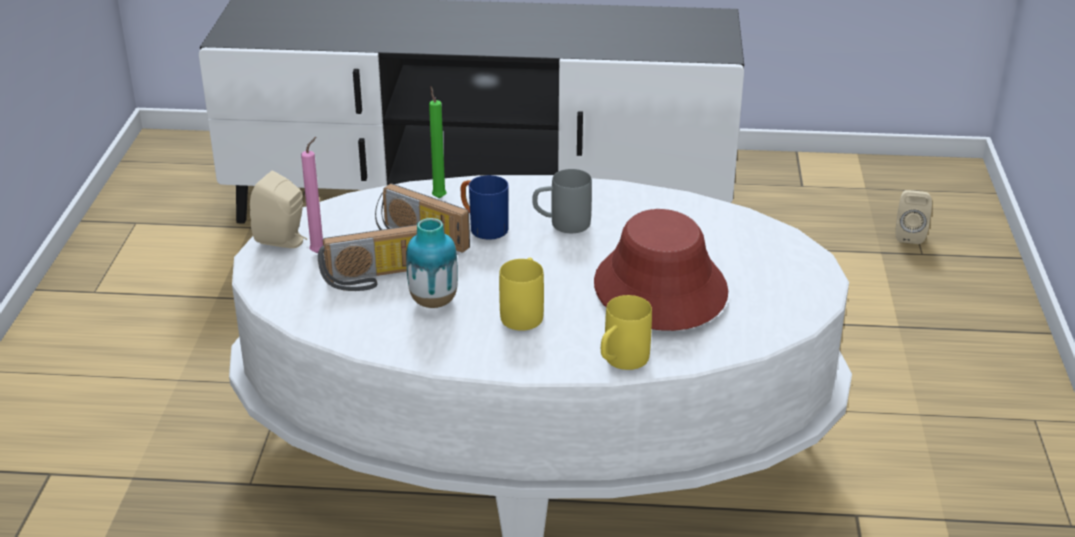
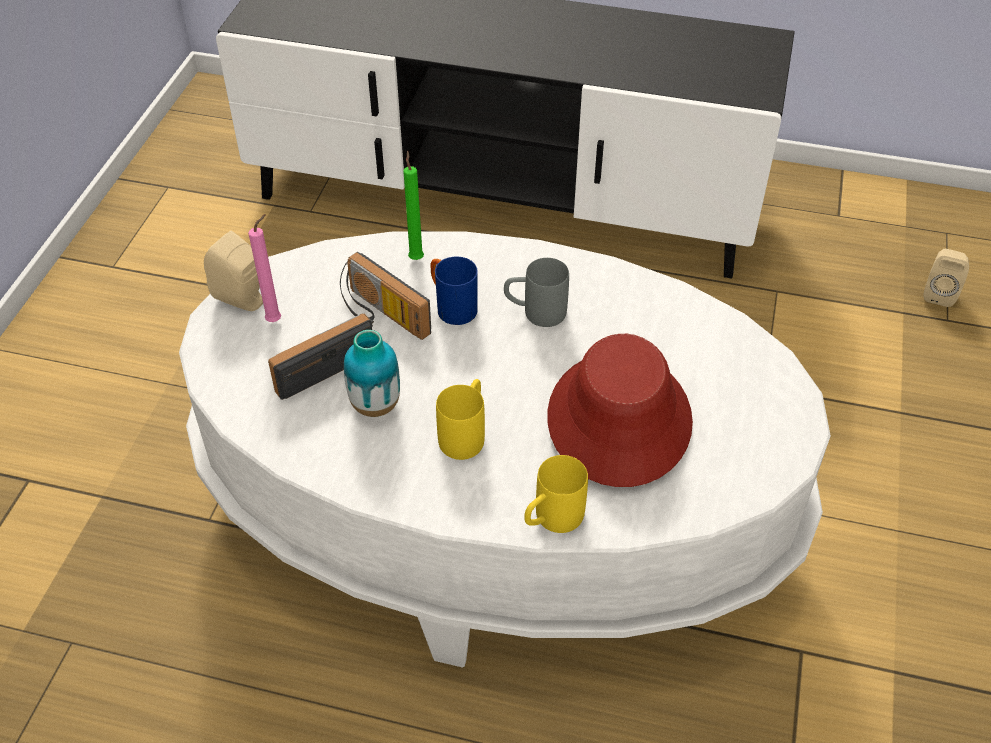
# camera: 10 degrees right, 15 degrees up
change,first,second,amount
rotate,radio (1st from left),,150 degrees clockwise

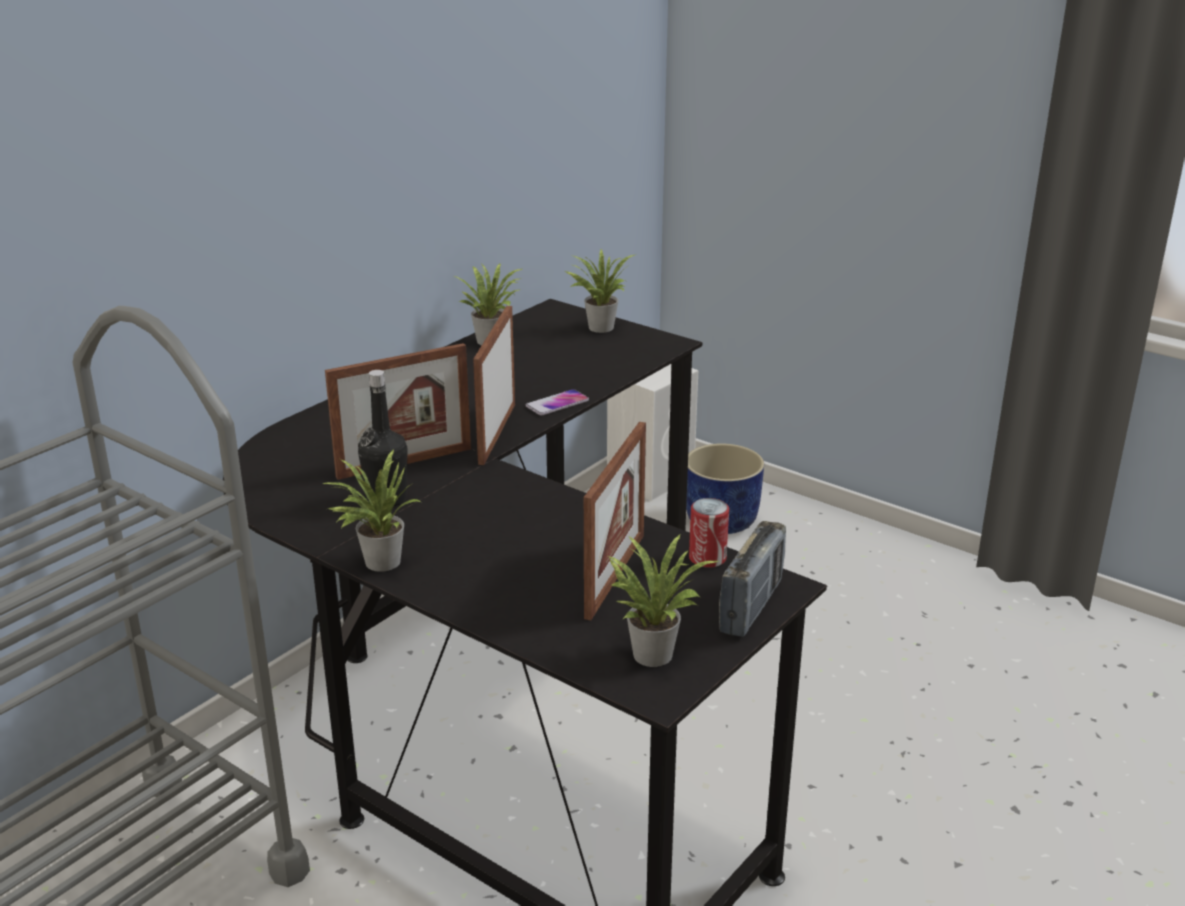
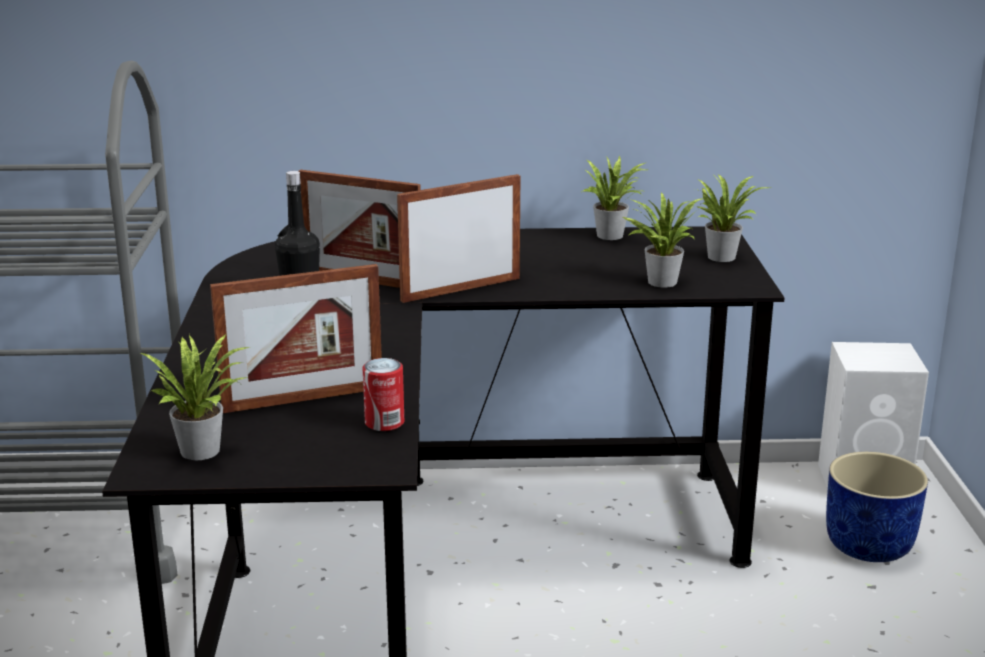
# camera: 50 degrees right, 5 degrees down
change,first,second,amount
move,plante en pot (1st from left in the first image),plante en pot (3rd from left),
delete,téléphone,,
delete,radio,,

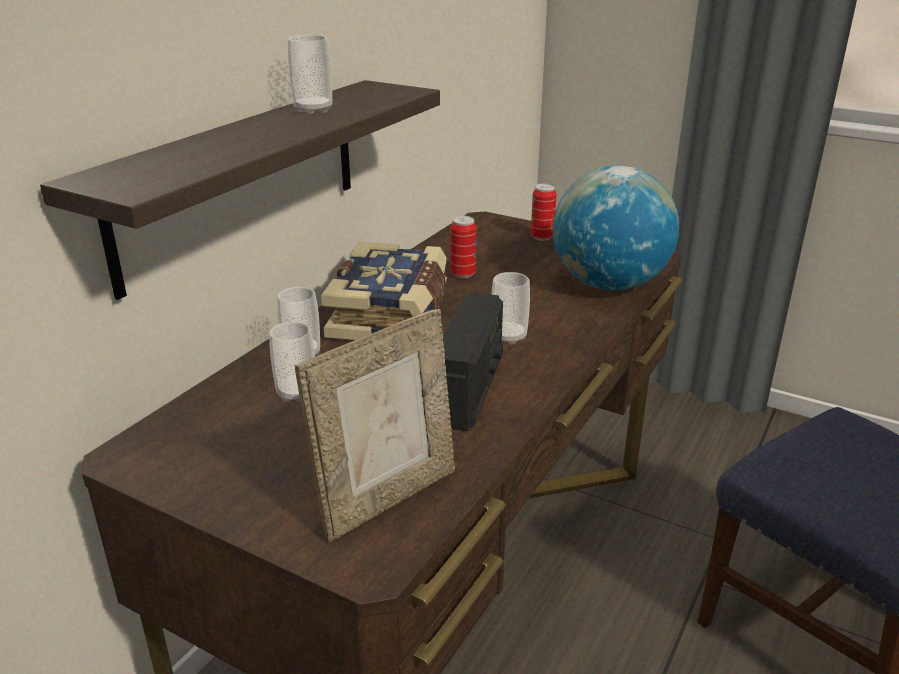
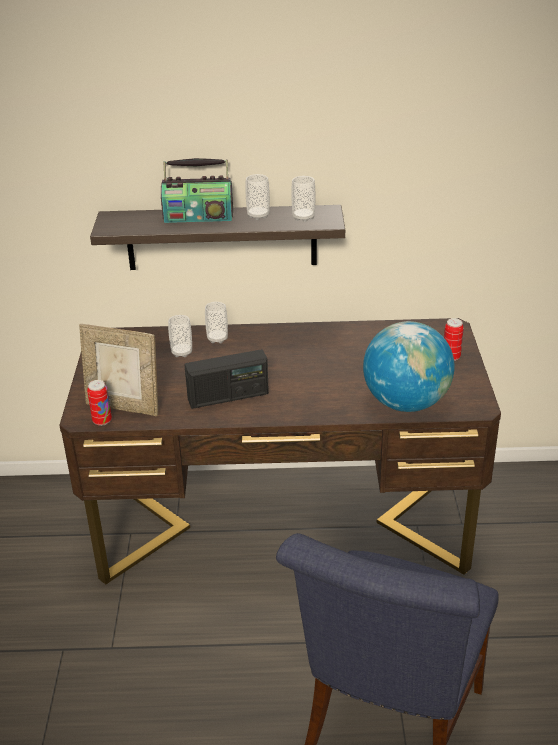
# camera: 60 degrees right, 5 degrees up
change,first,second,amount
delete,livre,,
move,boîte métallique (1st from left),,
move,tasse (4th from left),,
insert,,radio (1st from left),

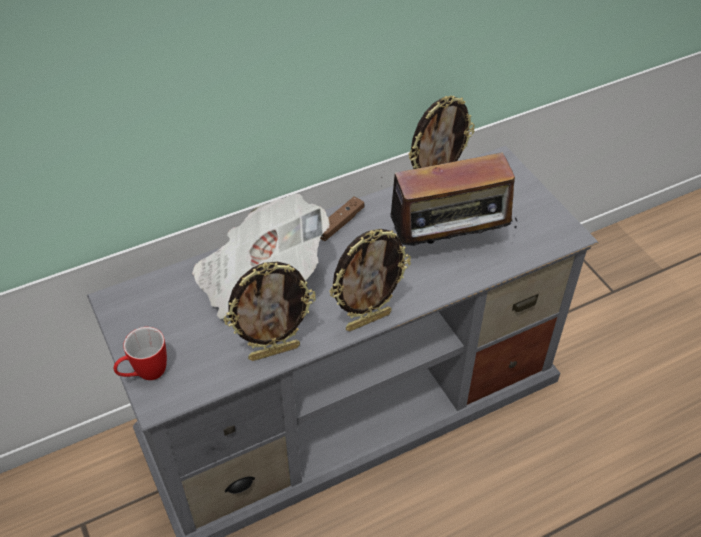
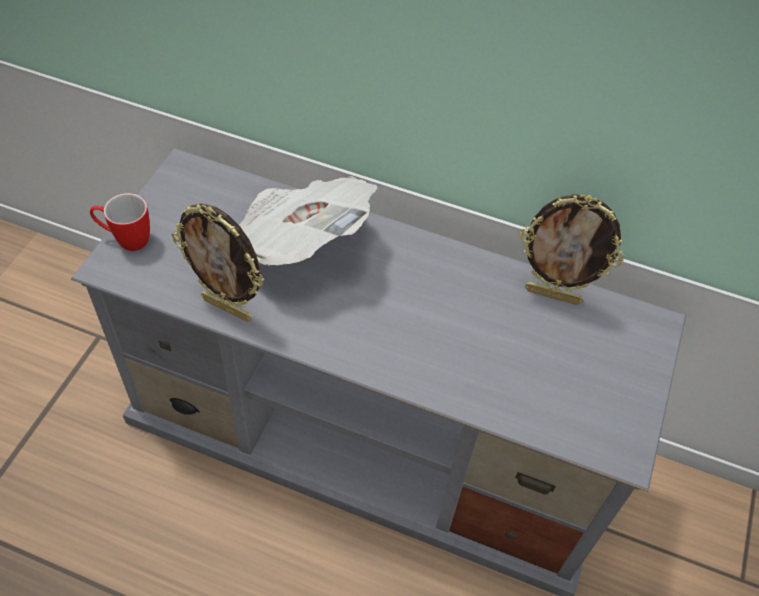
# camera: 45 degrees right, 5 degrees up
change,first,second,amount
delete,manette (marron),,
delete,cadre photo (2nd from left),,
delete,radio,,

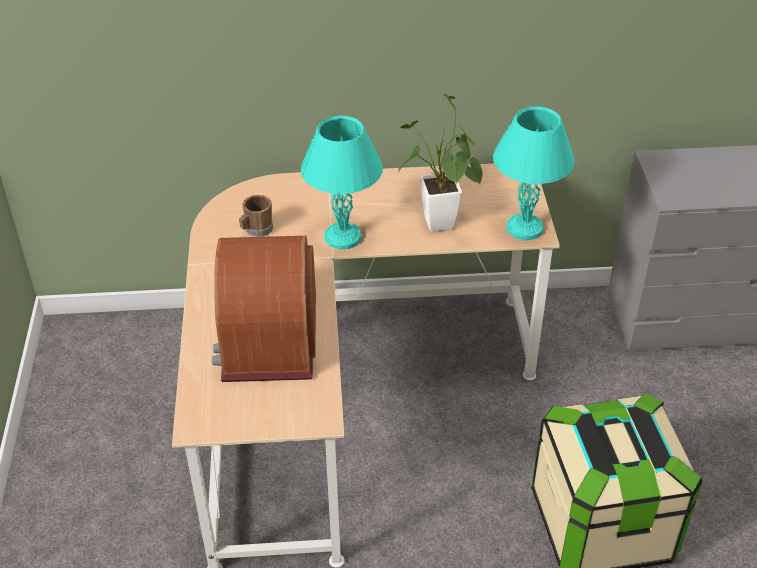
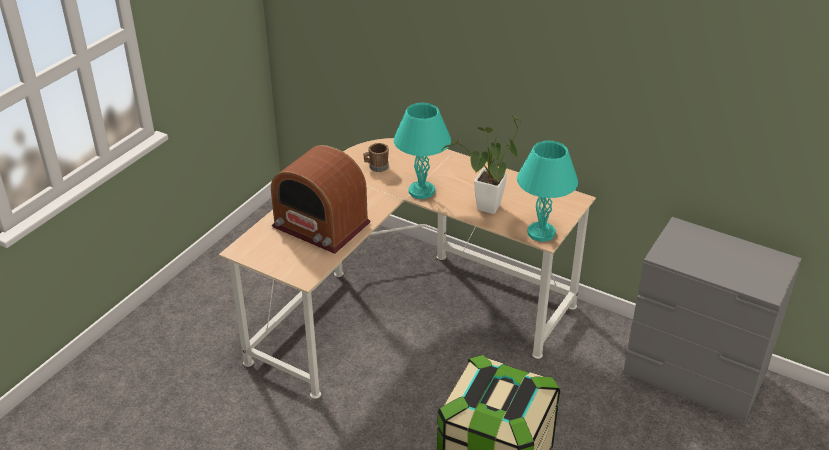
# camera: 35 degrees right, 5 degrees down
change,first,second,amount
rotate,radio,,90 degrees counterclockwise

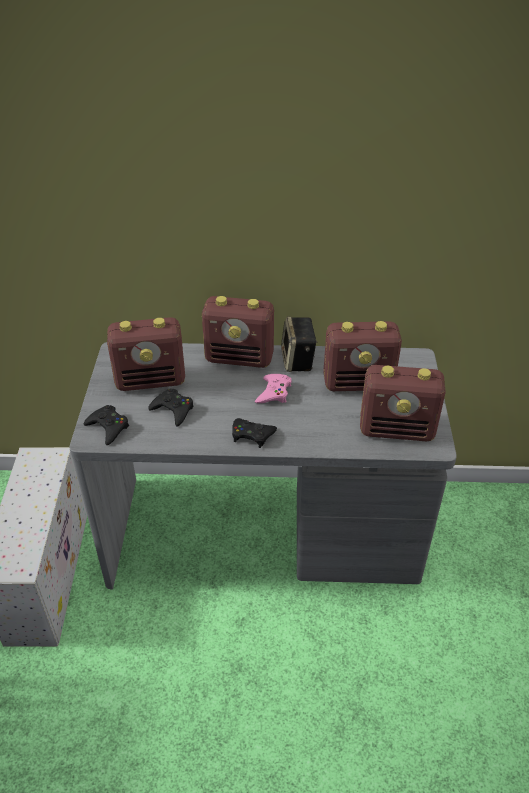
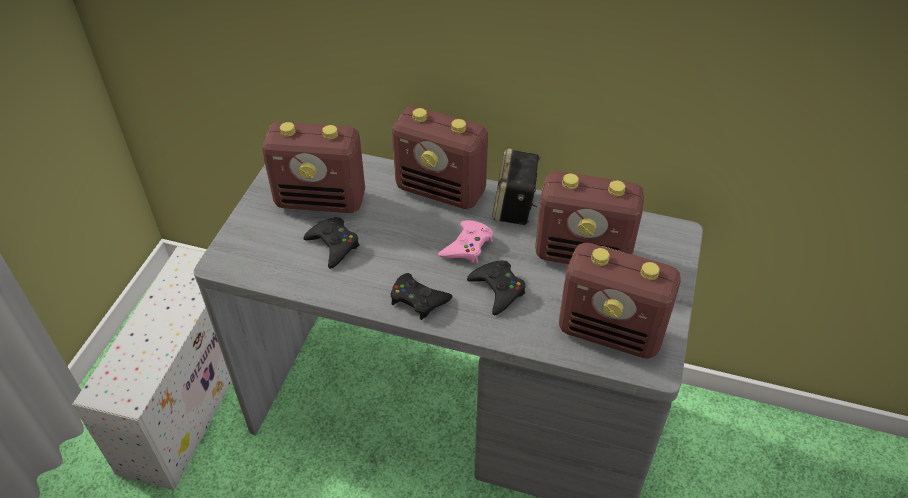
# camera: 15 degrees right, 5 degrees up
change,first,second,amount
move,manette (noir) (1st from left in the first image),manette (noir) (3rd from left),

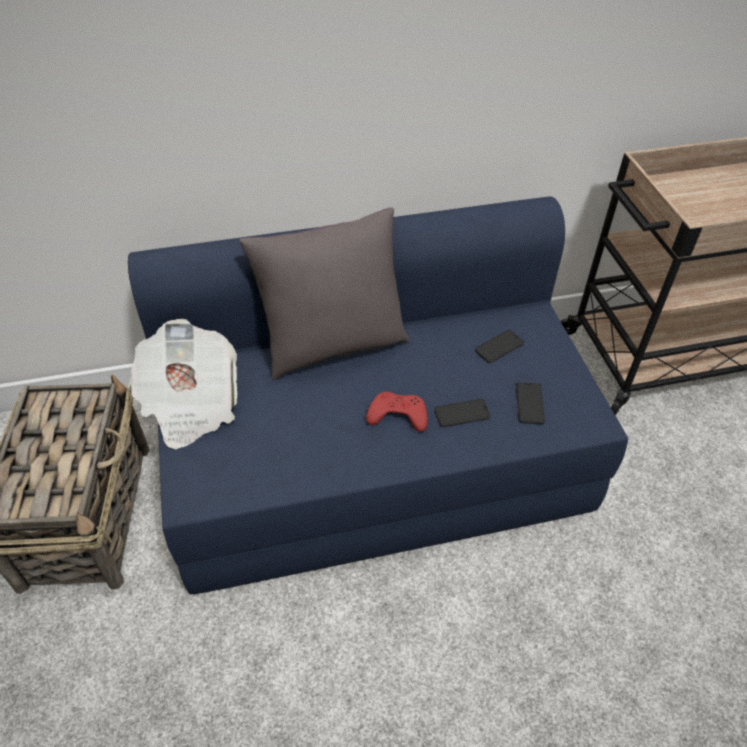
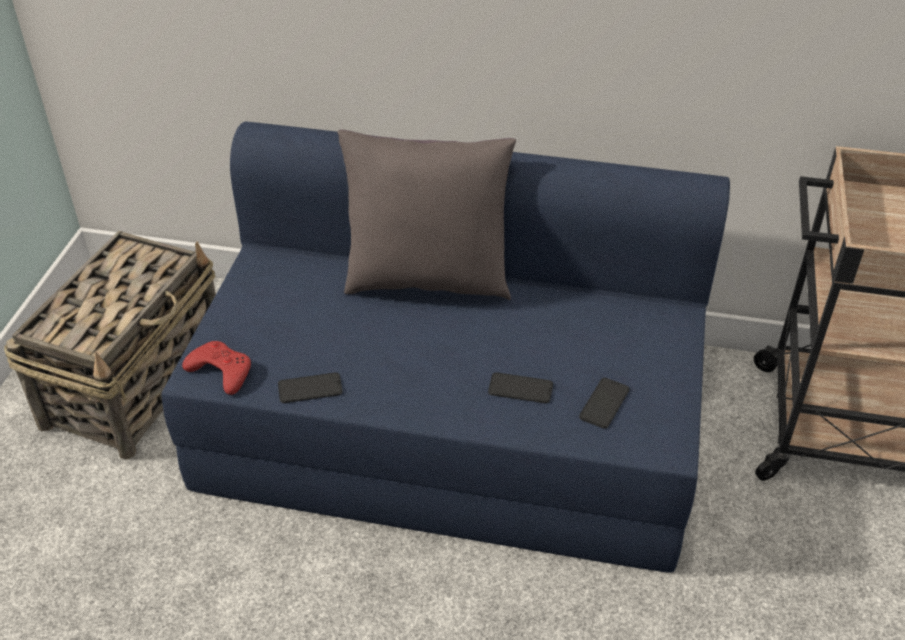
# camera: 25 degrees right, 5 degrees down
change,first,second,amount
delete,journal,,
move,manette (rouge),,
move,téléphone (2nd from left in the first image),téléphone (1st from left),

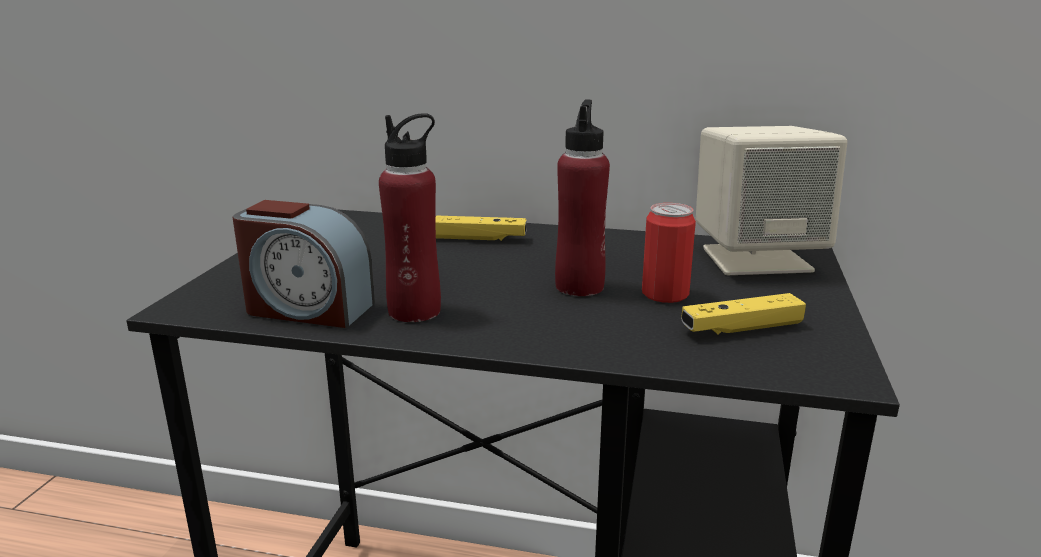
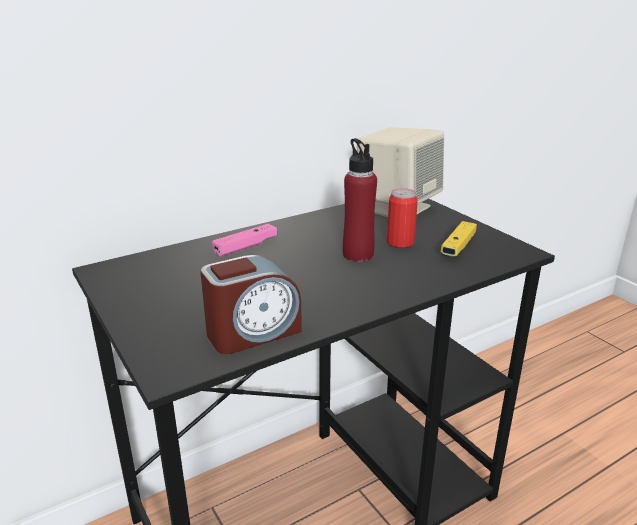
# camera: 45 degrees left, 5 degrees up
change,first,second,amount
delete,bouteille (rouge) (1st from left),,
recolor,manette (jaune) (1st from left),manette (rose),

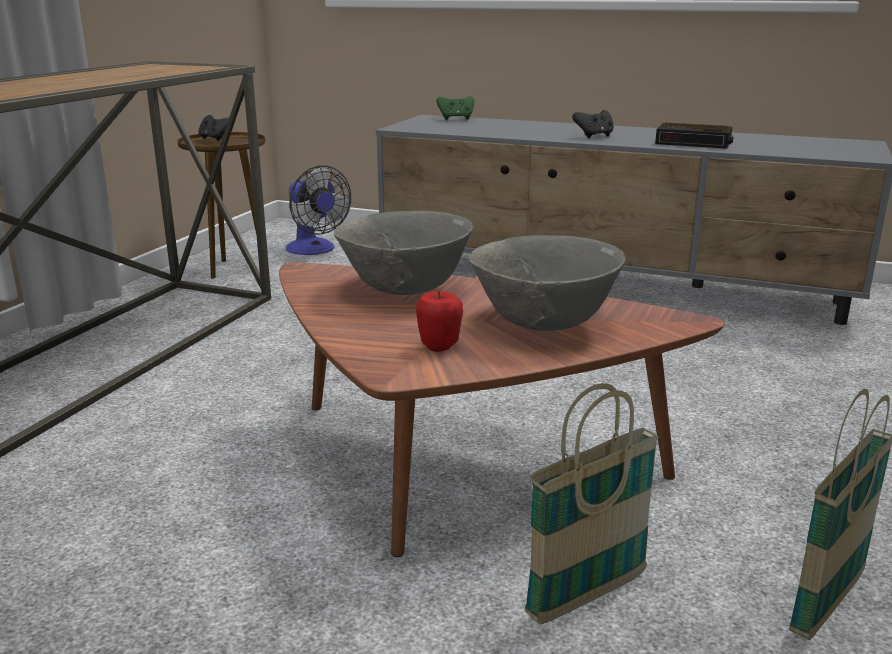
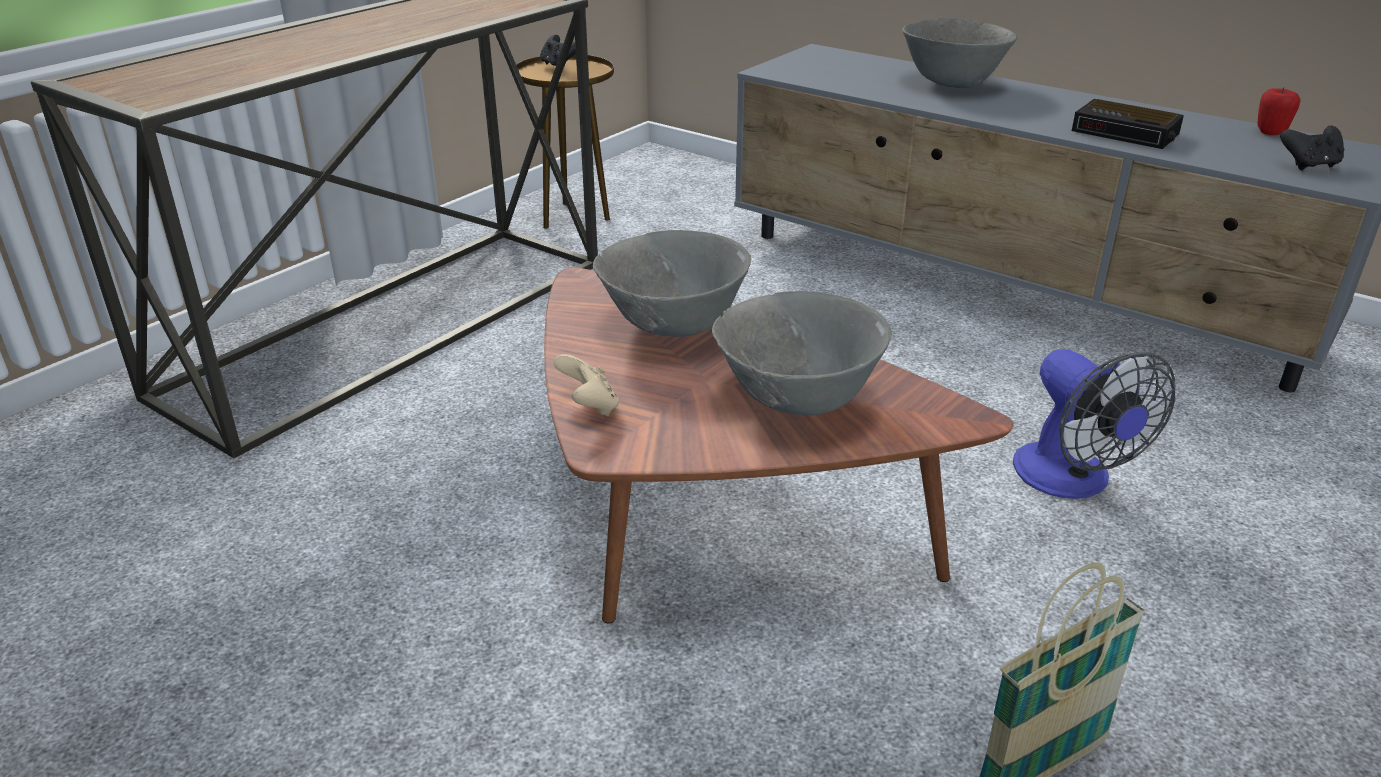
# camera: 15 degrees right, 10 degrees up
change,first,second,amount
move,ventilateur,,
move,pomme,,
delete,manette (vert),,
delete,panier (1st from left),,
move,manette (noir) (2nd from left),,
insert,,manette (beige),
insert,,bol (gris) (3rd from left),

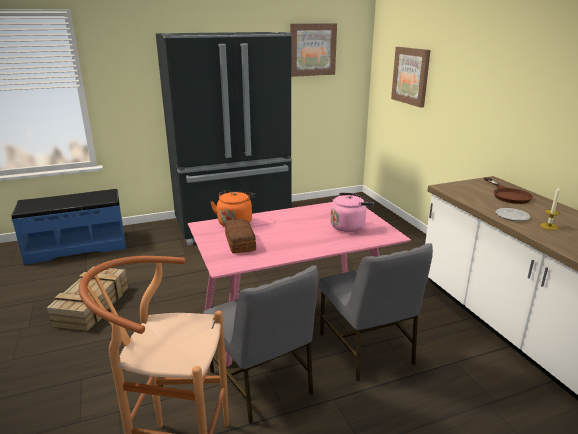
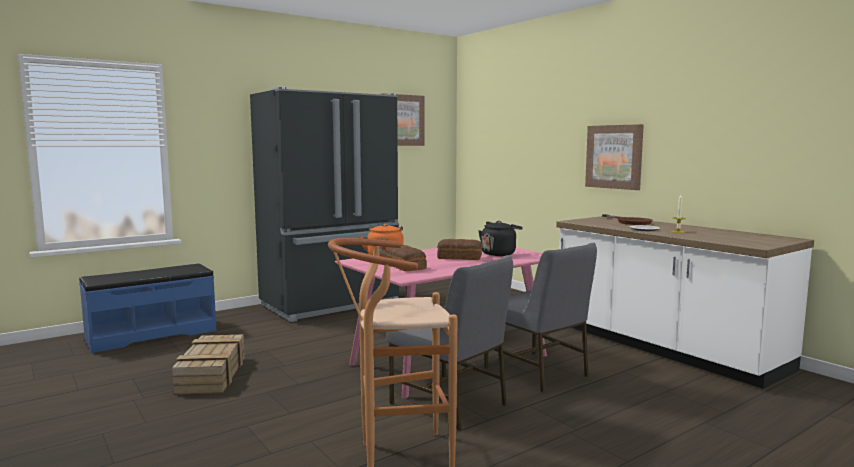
# camera: 15 degrees left, 15 degrees down
change,first,second,amount
recolor,bouilloire (rose),bouilloire (noir),
move,tableau (2nd from left),,
insert,,pain (2nd from left),

